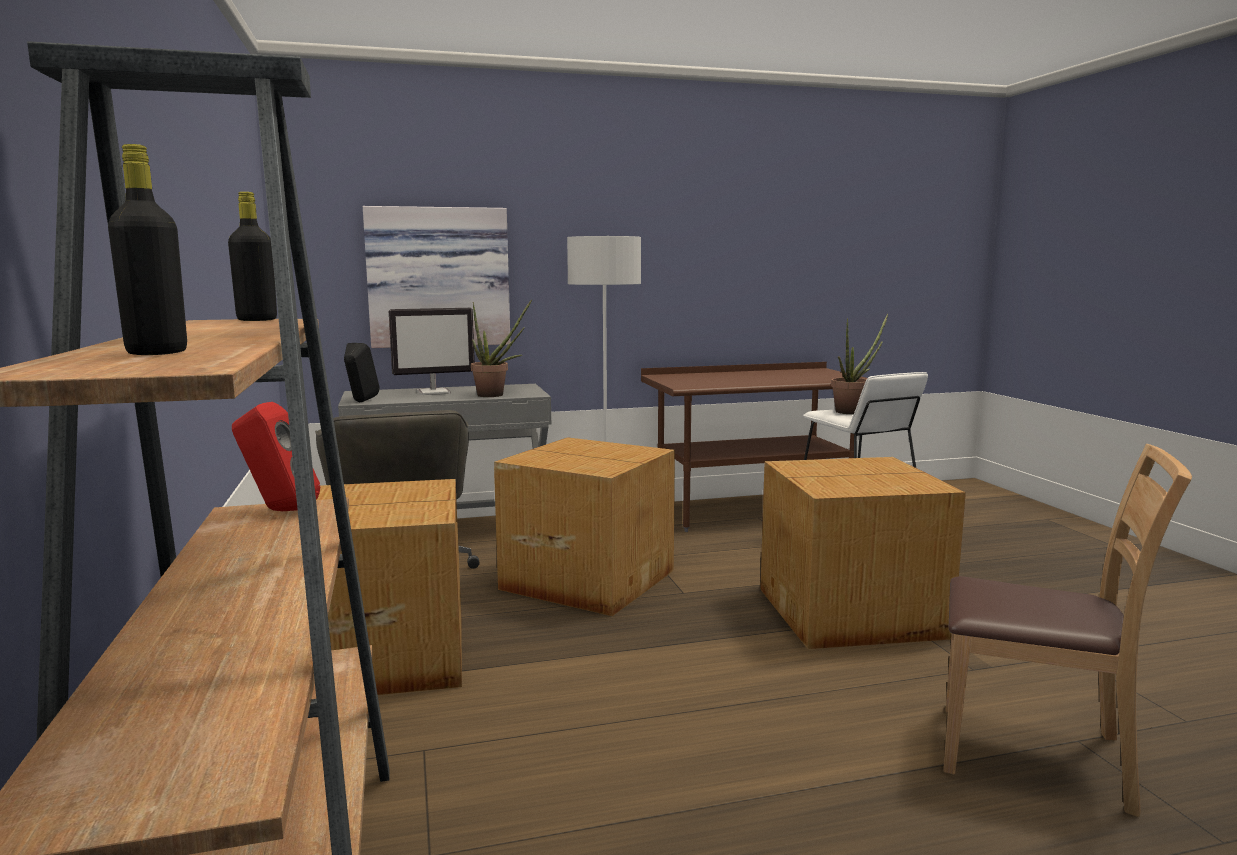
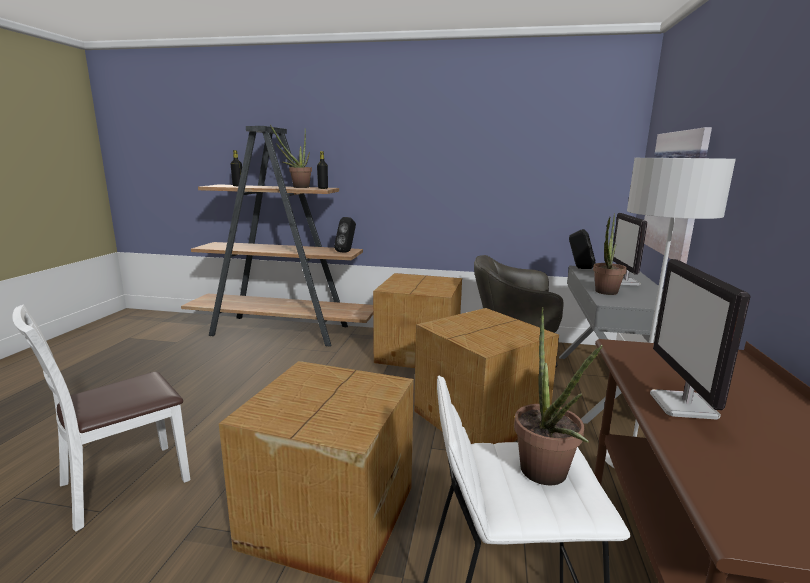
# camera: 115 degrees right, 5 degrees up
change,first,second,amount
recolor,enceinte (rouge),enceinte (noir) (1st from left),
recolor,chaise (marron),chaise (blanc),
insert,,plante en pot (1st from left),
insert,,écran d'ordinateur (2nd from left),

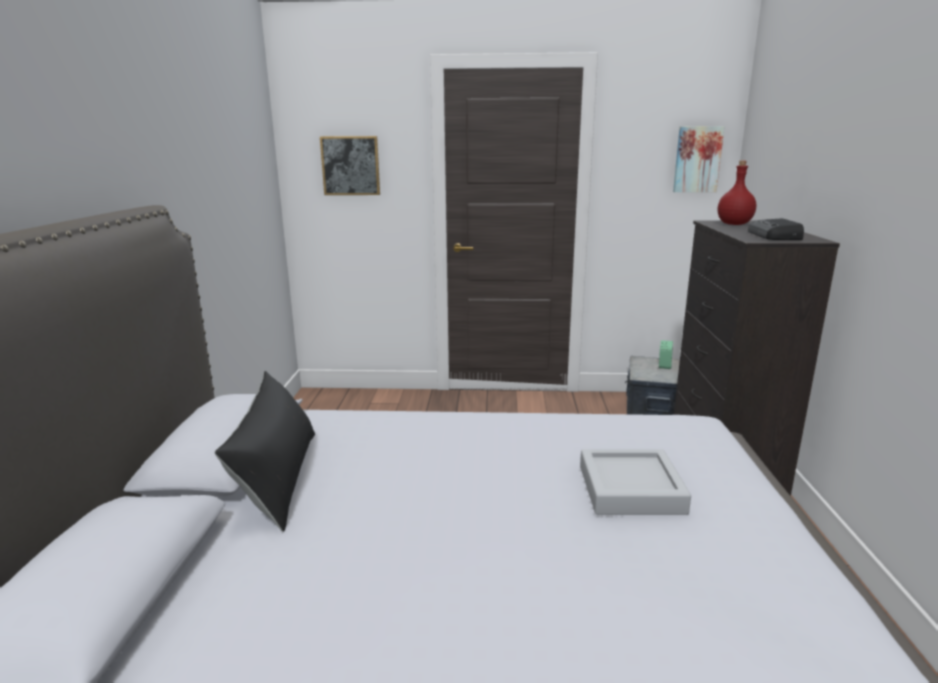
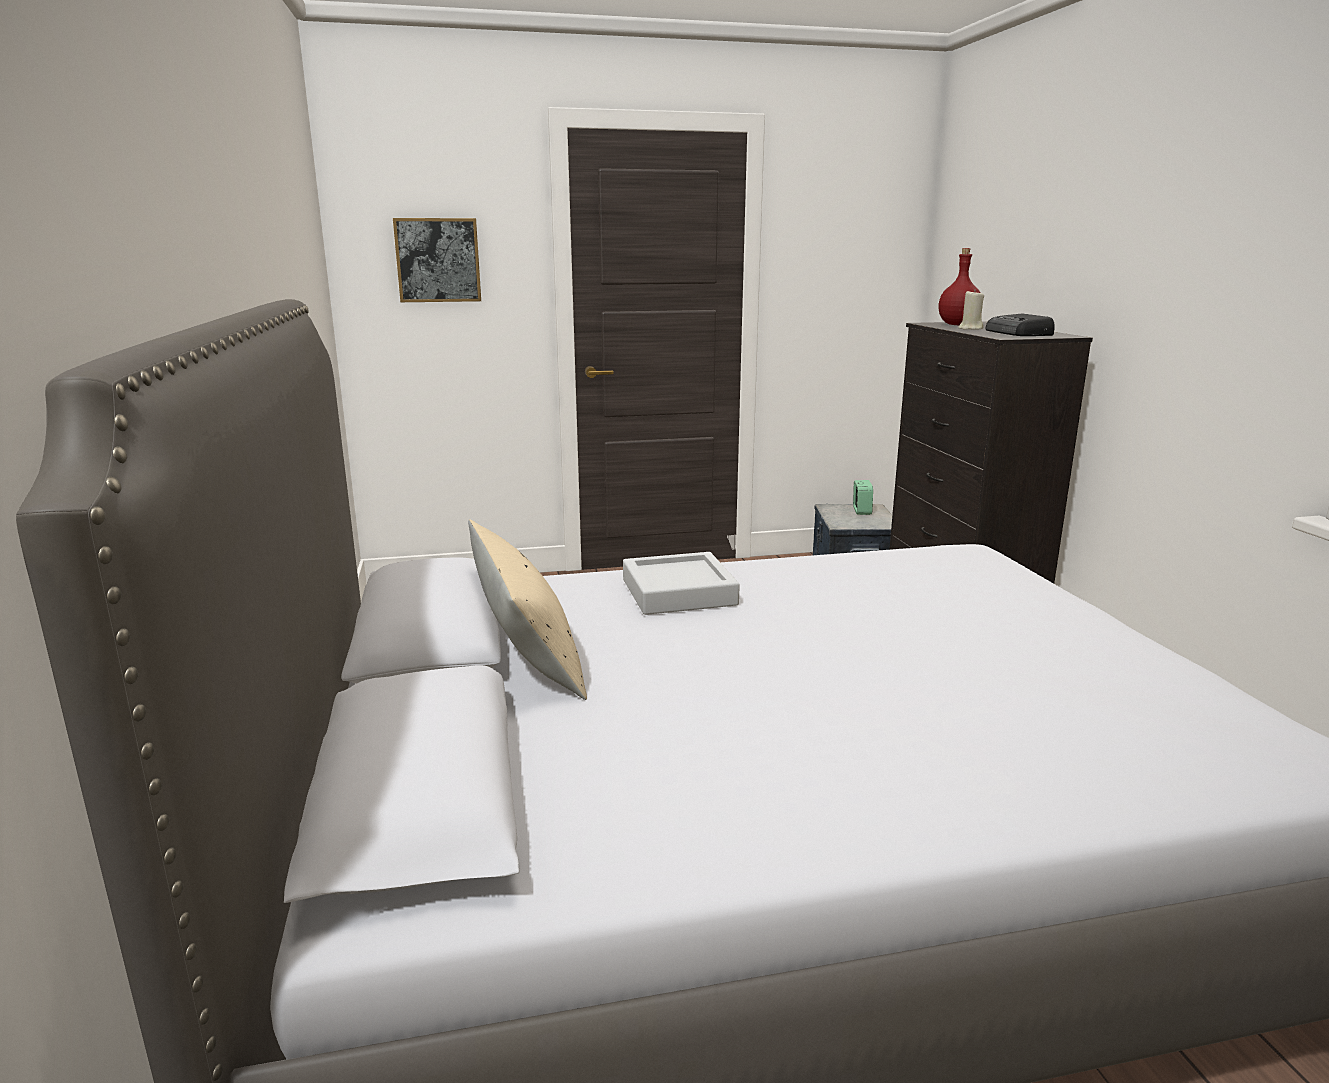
# camera: 15 degrees left, 0 degrees up
change,first,second,amount
recolor,coussin (noir),coussin (beige),
move,plateau (gris),,
delete,tableau (2nd from left),,
insert,,bougie (beige),

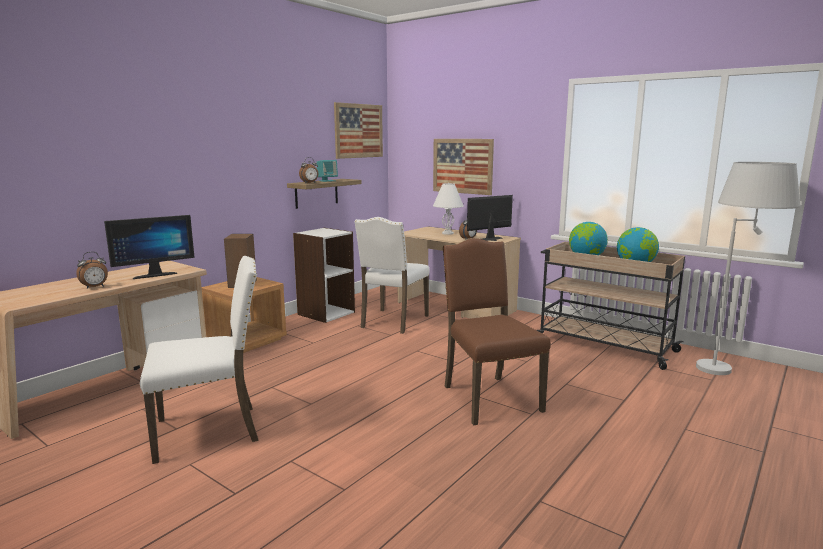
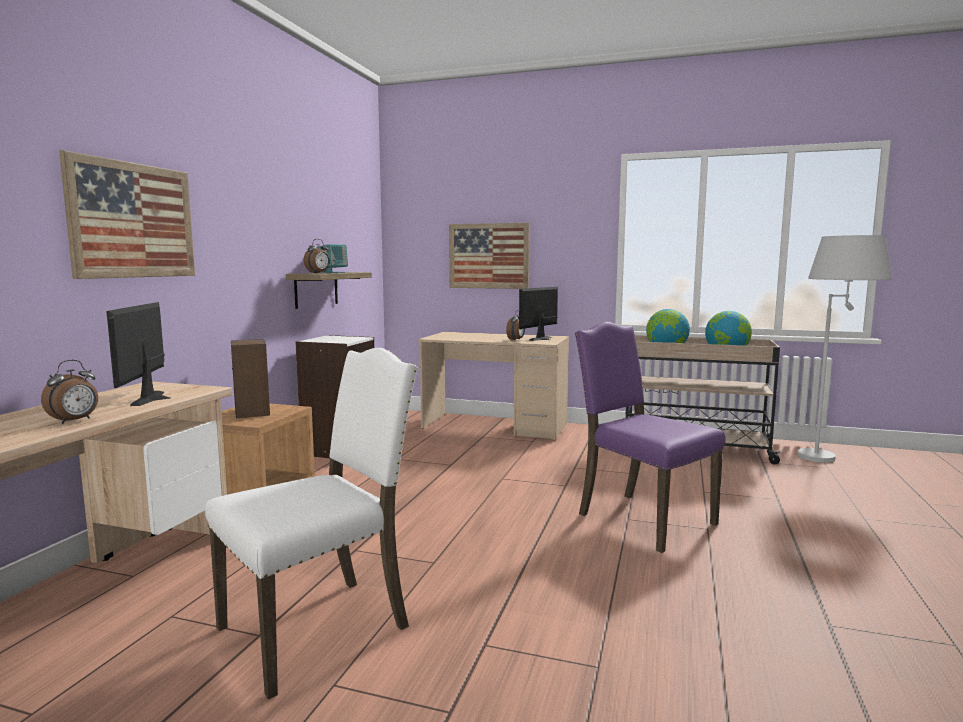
# camera: 20 degrees left, 5 degrees down
change,first,second,amount
rotate,écran d'ordinateur (1st from left),,135 degrees clockwise
move,tableau (1st from left),,
delete,chaise (blanc) (2nd from left),,
delete,lampe de table (blanc),,
recolor,chaise (marron),chaise (violet),

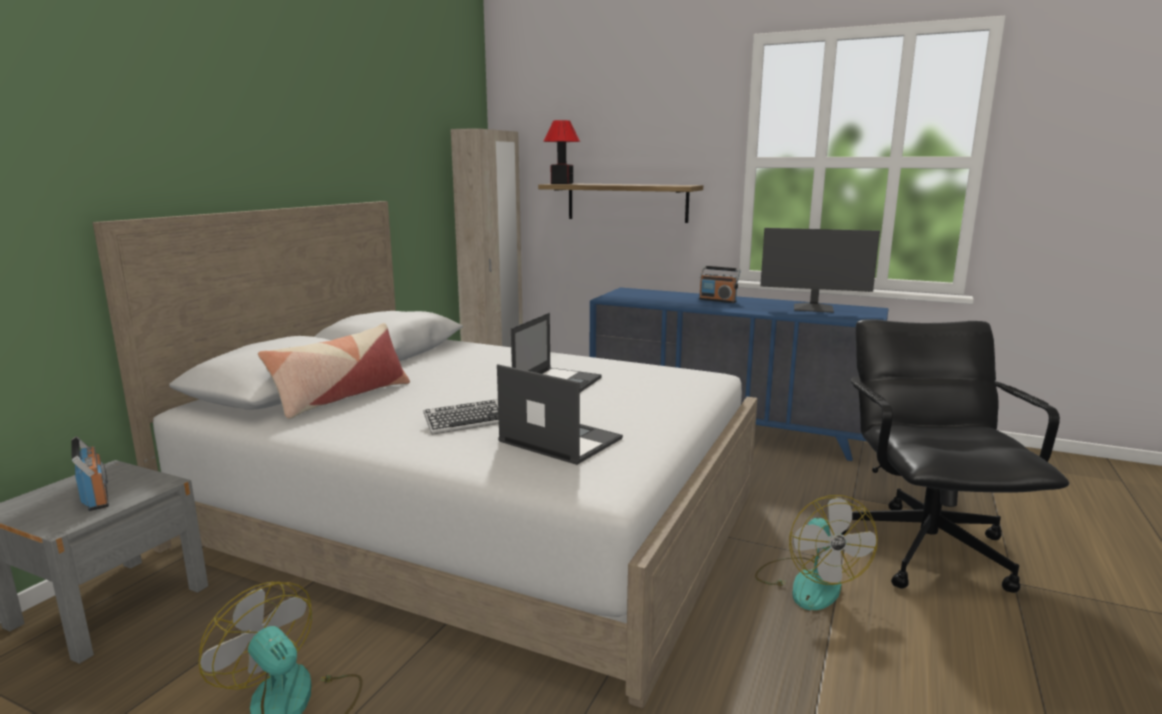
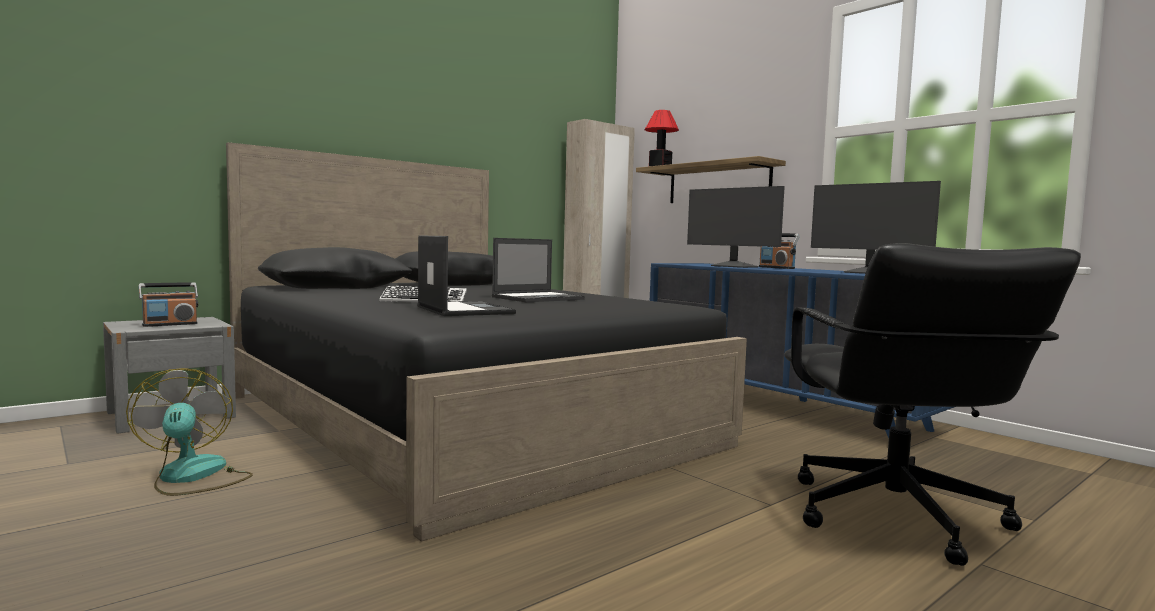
# camera: 25 degrees right, 10 degrees down
change,first,second,amount
rotate,radio (1st from left),,60 degrees clockwise
recolor,lit (blanc),lit (noir),
delete,coussin,,
delete,ventilateur (2nd from left),,
rotate,chaise de bureau (noir),,150 degrees clockwise
insert,,écran d'ordinateur (1st from left),

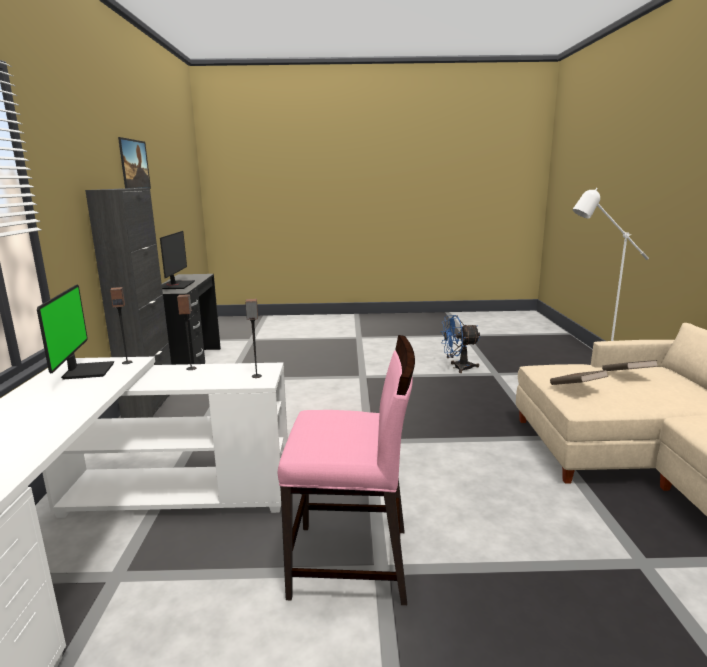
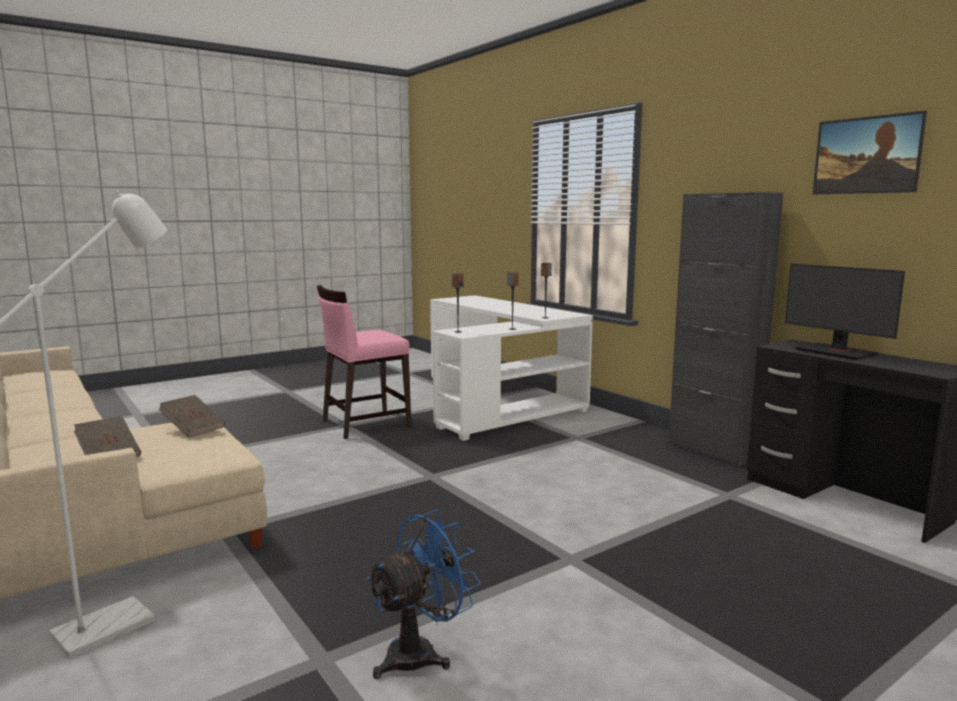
# camera: 145 degrees right, 5 degrees down
change,first,second,amount
delete,écran d'ordinateur (1st from left),,

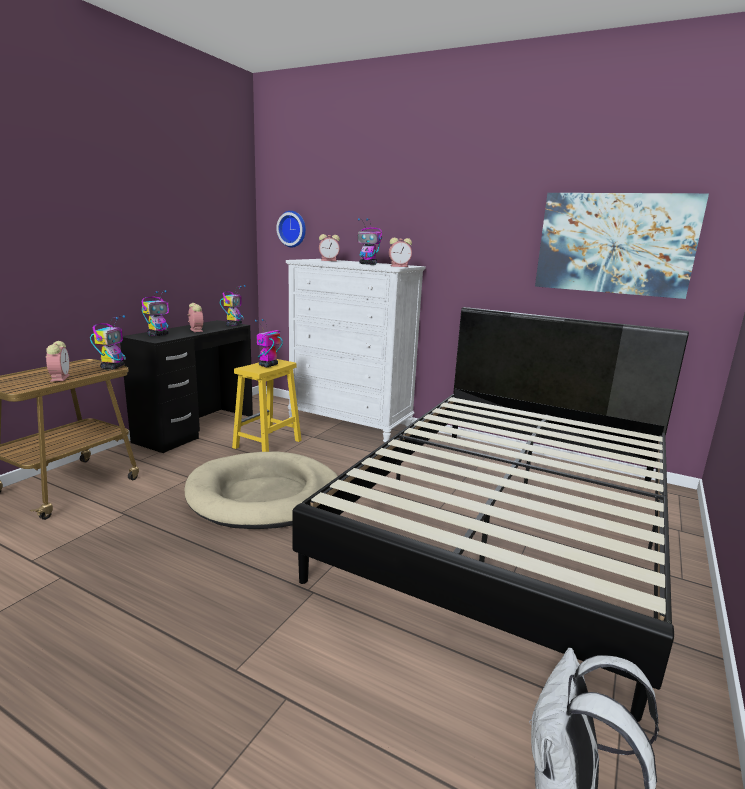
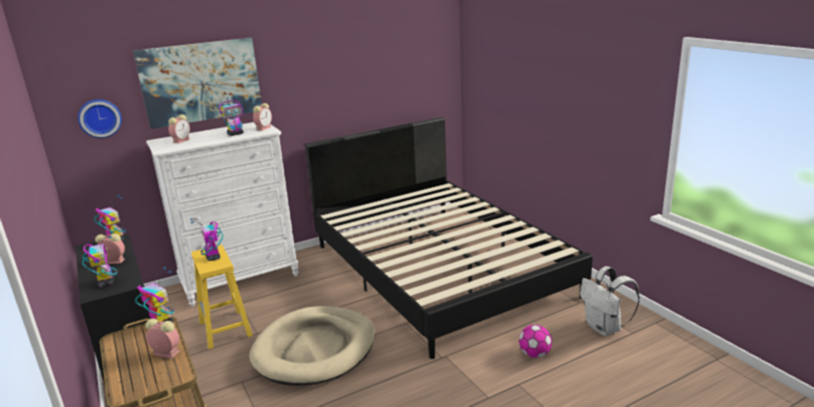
# camera: 55 degrees left, 5 degrees up
change,first,second,amount
move,tableau,,
insert,,ballon de foot,

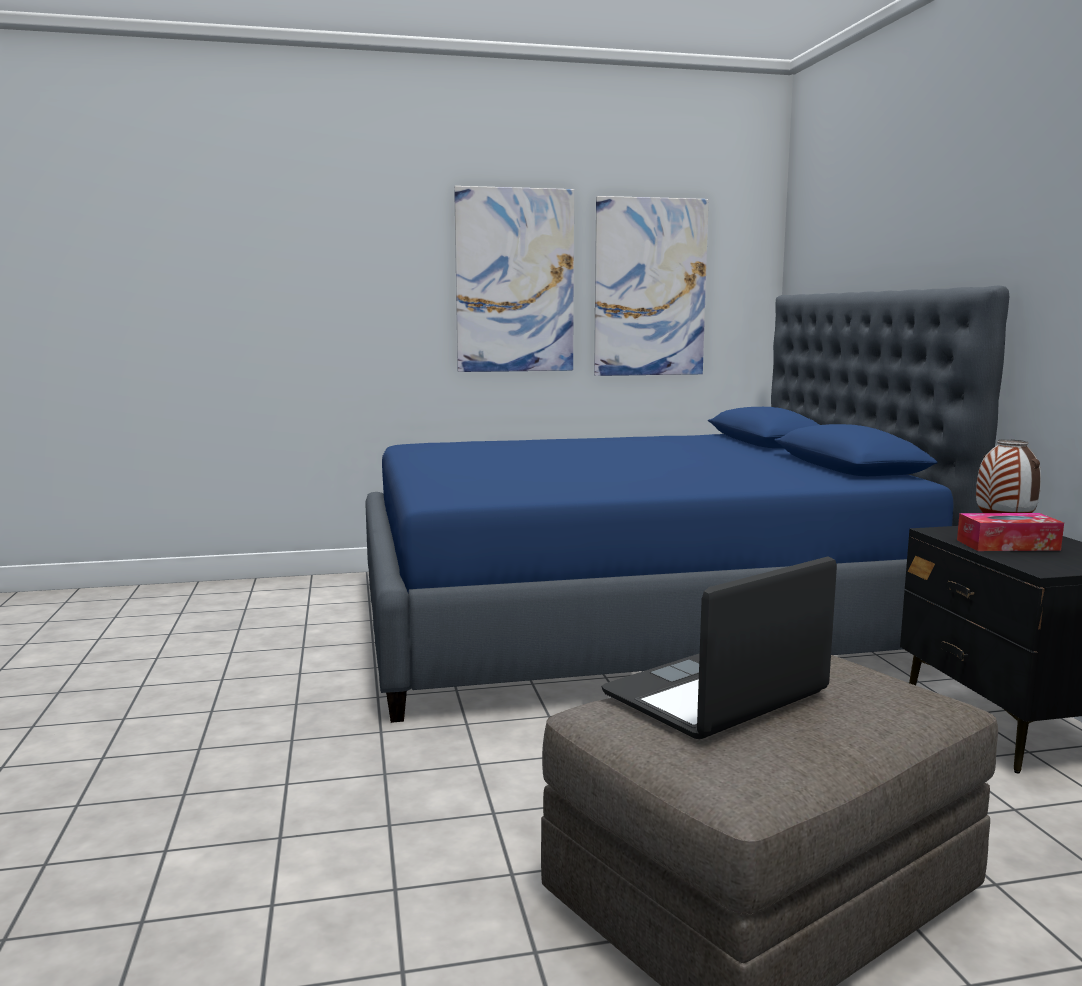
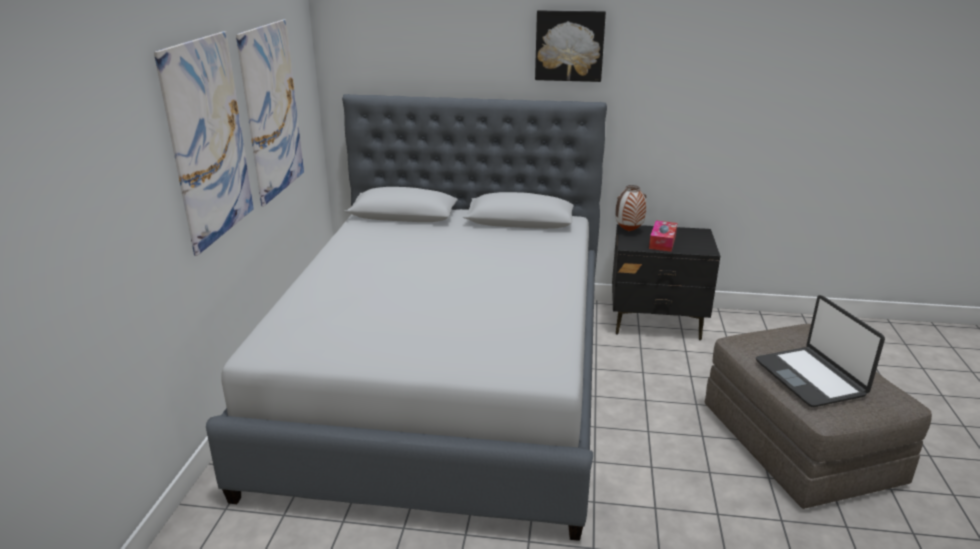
# camera: 70 degrees left, 15 degrees up
change,first,second,amount
recolor,lit (bleu),lit (gris),
insert,,tableau (3rd from left),

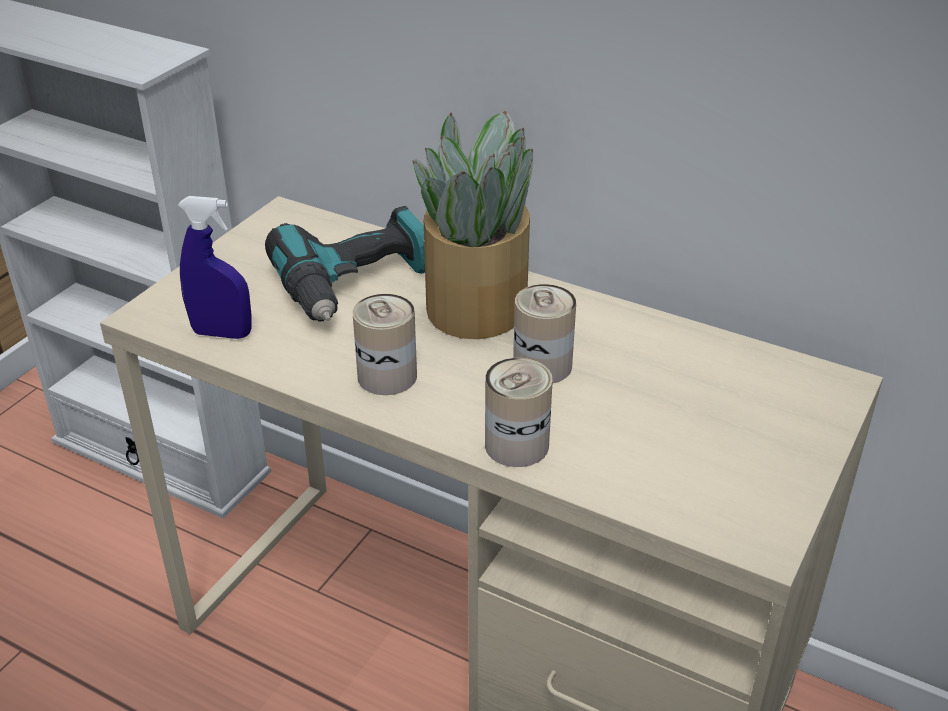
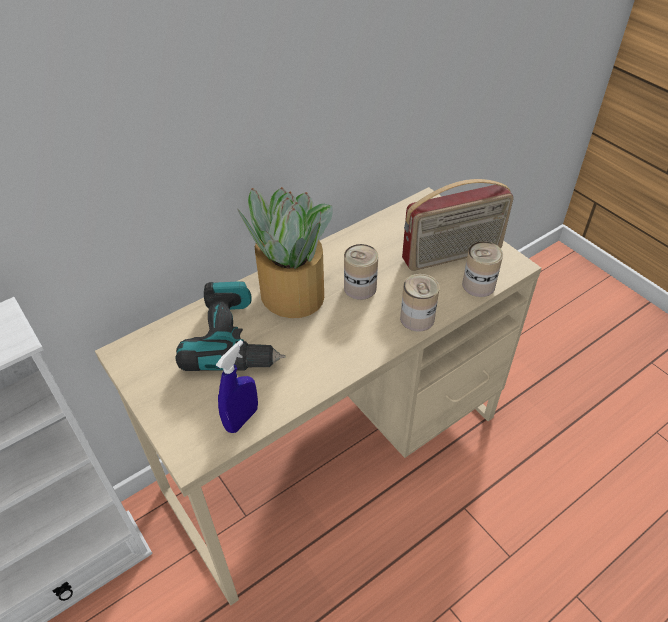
# camera: 65 degrees left, 10 degrees up
change,first,second,amount
move,boîte métallique (1st from left in the first image),boîte métallique (3rd from left),
insert,,radio,

